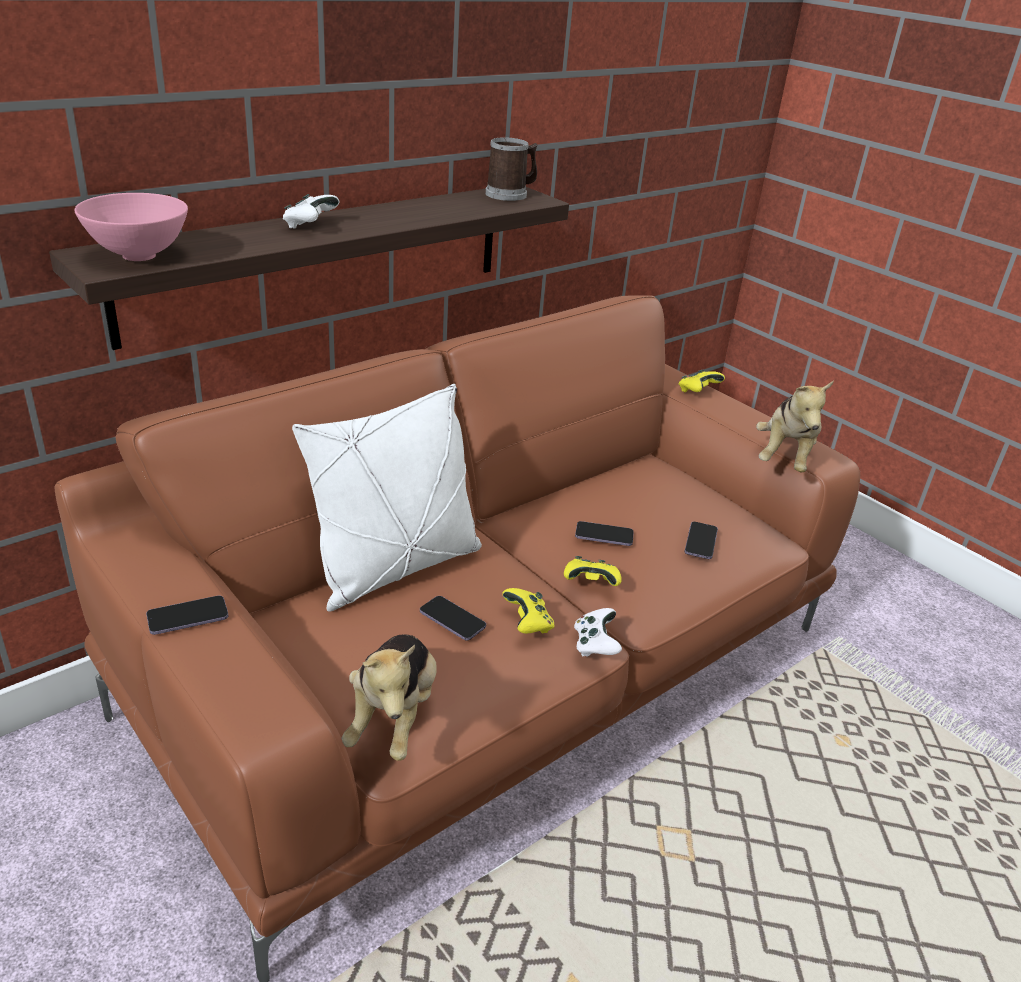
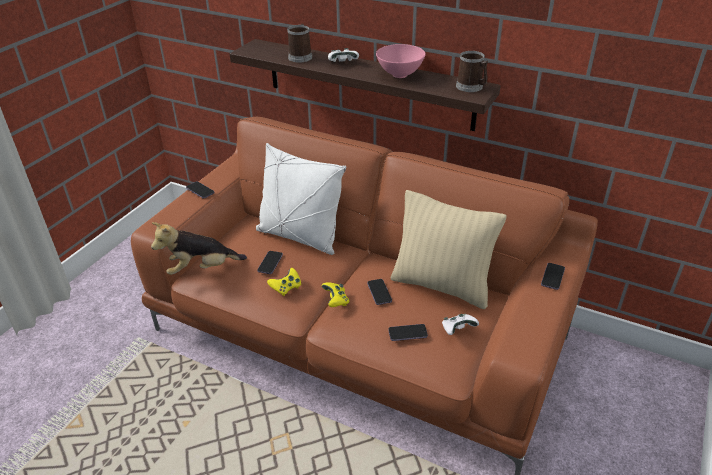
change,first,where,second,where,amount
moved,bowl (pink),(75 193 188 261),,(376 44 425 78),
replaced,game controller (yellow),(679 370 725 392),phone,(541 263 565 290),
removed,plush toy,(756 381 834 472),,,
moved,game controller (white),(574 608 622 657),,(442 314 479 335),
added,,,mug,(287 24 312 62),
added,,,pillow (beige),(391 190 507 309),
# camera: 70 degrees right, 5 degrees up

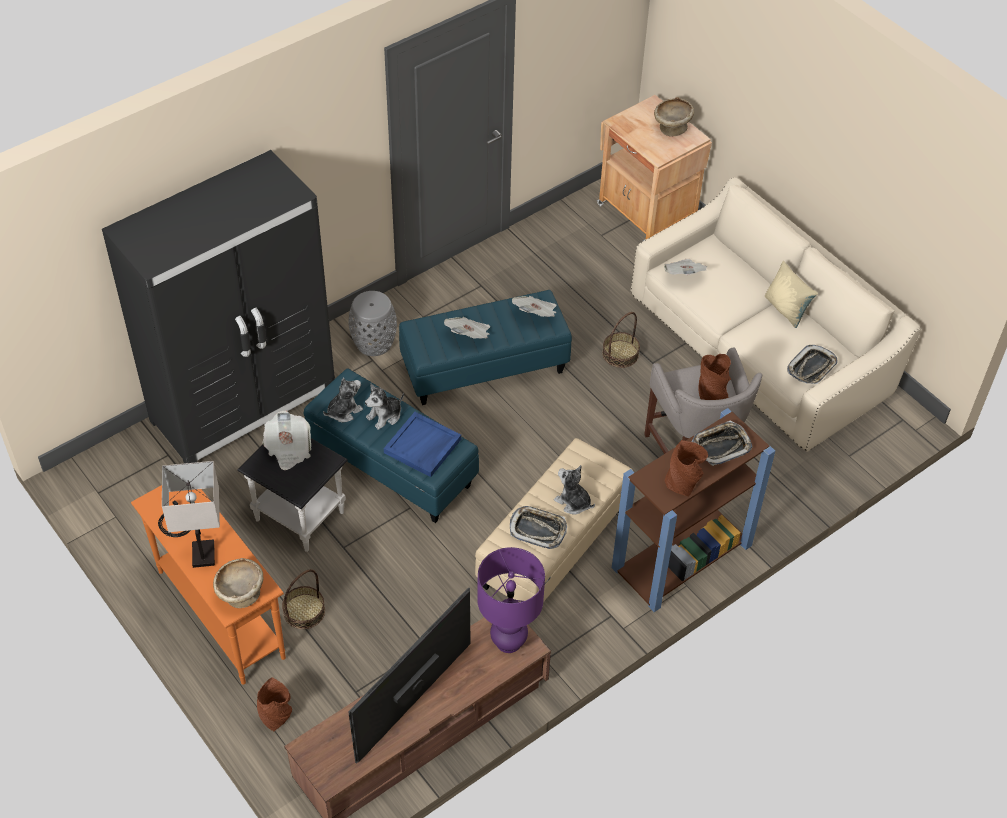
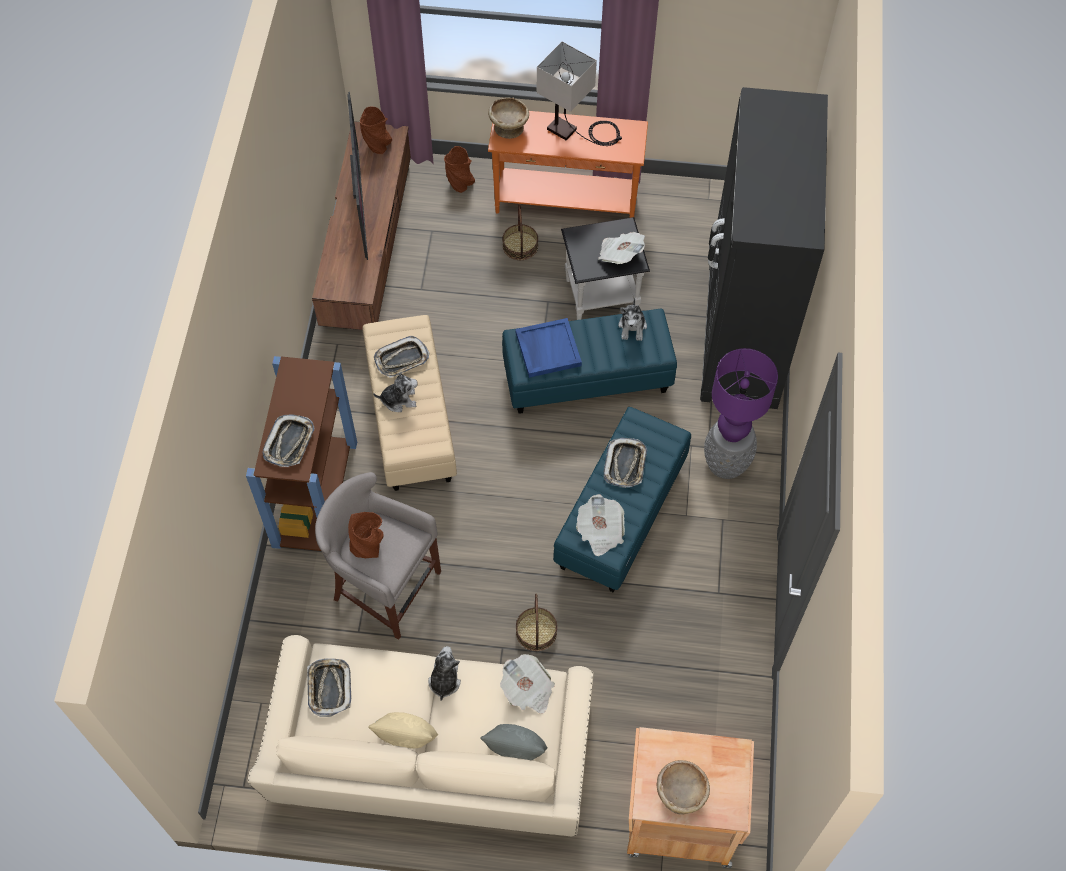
change,first,where,second,where,amount
replaced,newspaper,(444 317 490 339),tray,(604 438 647 488),
moved,plush toy,(365 384 404 430),,(428 646 461 701),
moved,vase (brown),(665 440 708 497),,(360 106 392 154),
moved,table lamp (purple),(477 547 545 653),,(712 348 778 442),
added,,,pillow (grey),(480 724 548 760),
# camera: 135 degrees right, 10 degrees up

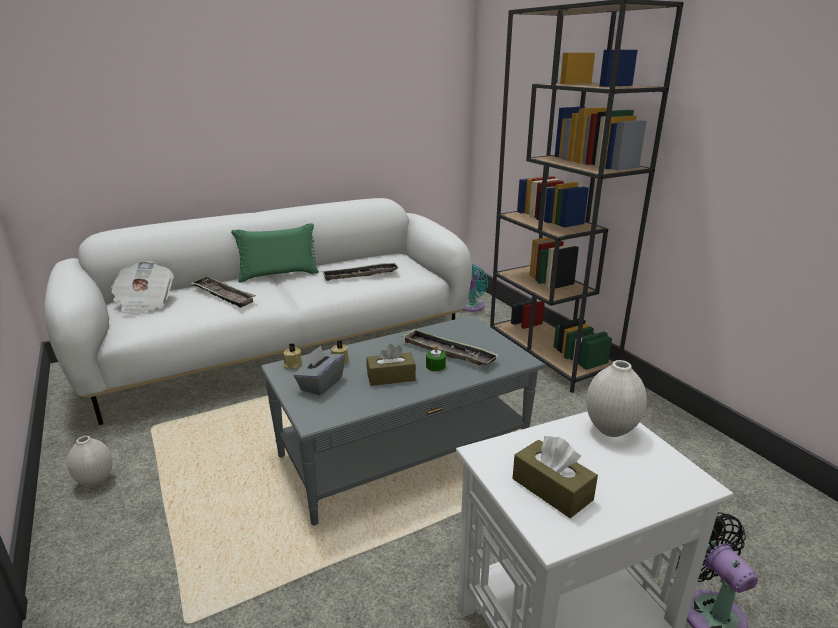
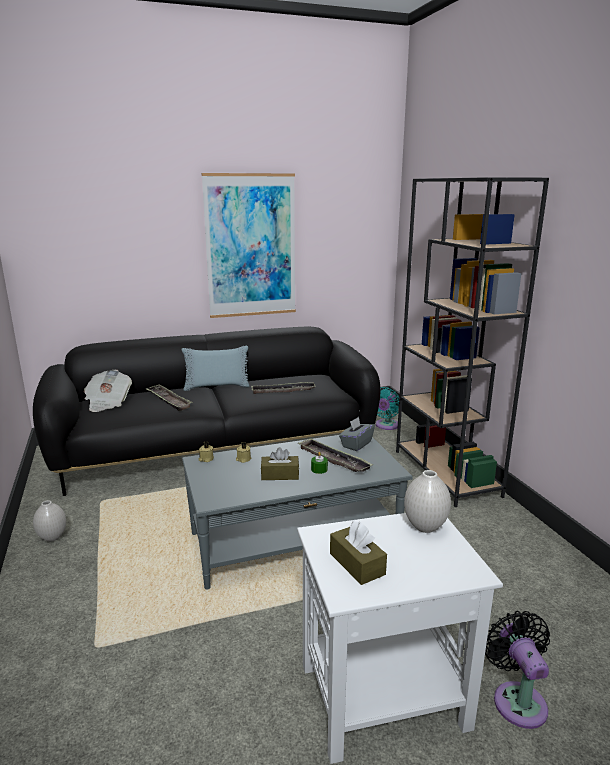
change,first,where,second,where,amount
recoloured,sofa (white),(44 198 472 425),sofa (black),(33 327 380 496),
recoloured,pillow (green),(231 223 319 283),pillow (blue),(181 346 250 391),
moved,tissue box (grey),(294 346 345 396),,(339 417 375 451),
added,,,picture,(202 173 296 318),
# camera: 10 degrees right, 5 degrees down

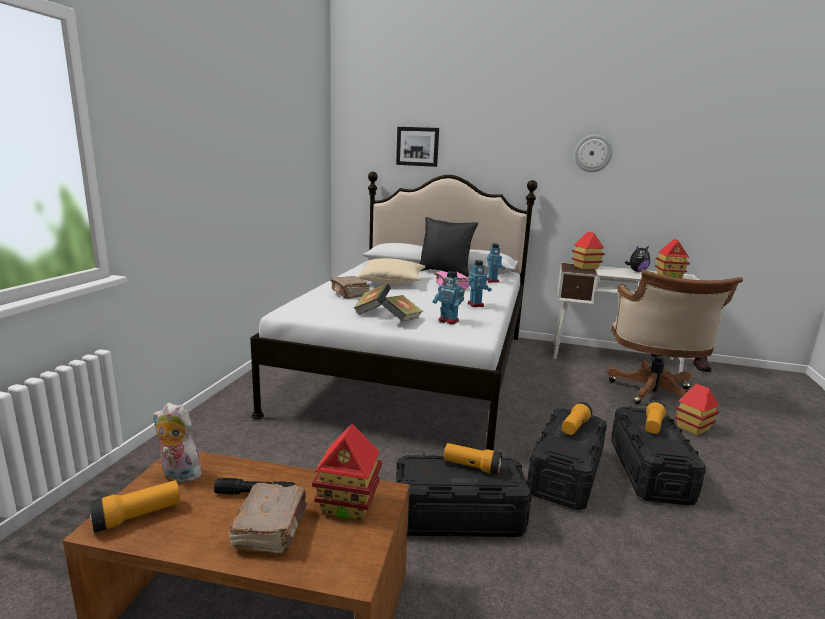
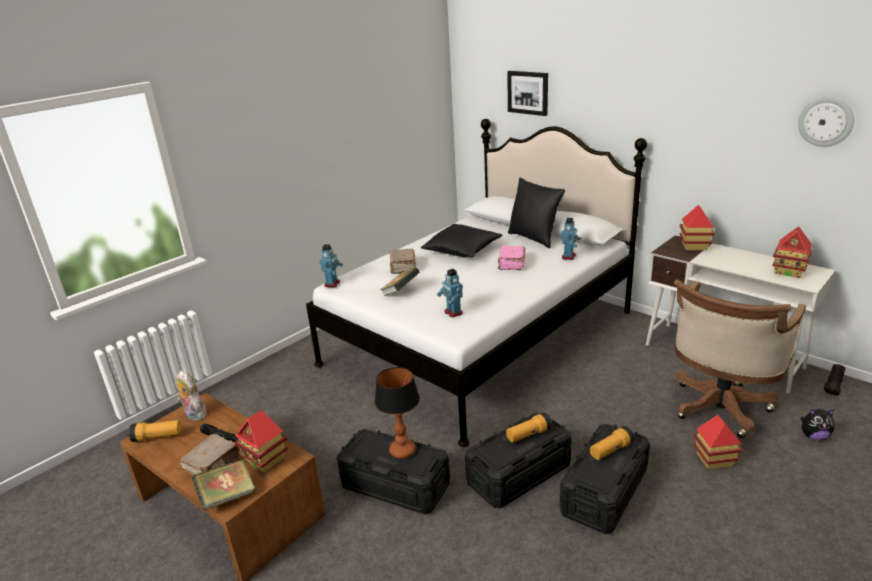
change,first,where,second,where,amount
moved,wall clock,(574 135 613 172),,(798 97 854 147),
moved,plush toy,(625 246 650 272),,(801 409 835 441),
recoloured,pillow (beige),(357 258 426 284),pillow (black),(421 224 503 258),
moved,toy robot,(468 260 492 307),,(319 244 343 287),
moved,book,(380 295 423 321),,(192 459 255 510),
replaced,flashlight,(444 443 502 475),table lamp,(375 367 420 459),
# camera: 30 degrees right, 10 degrees up

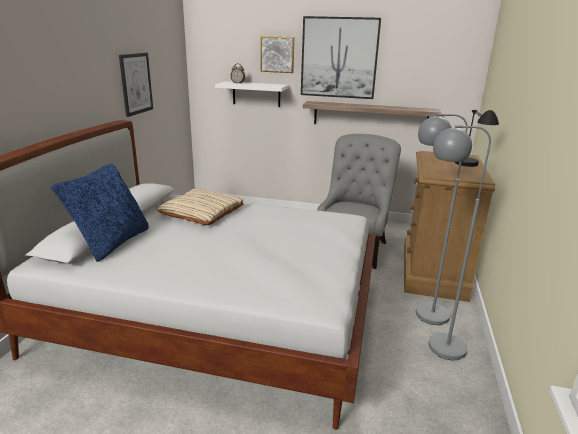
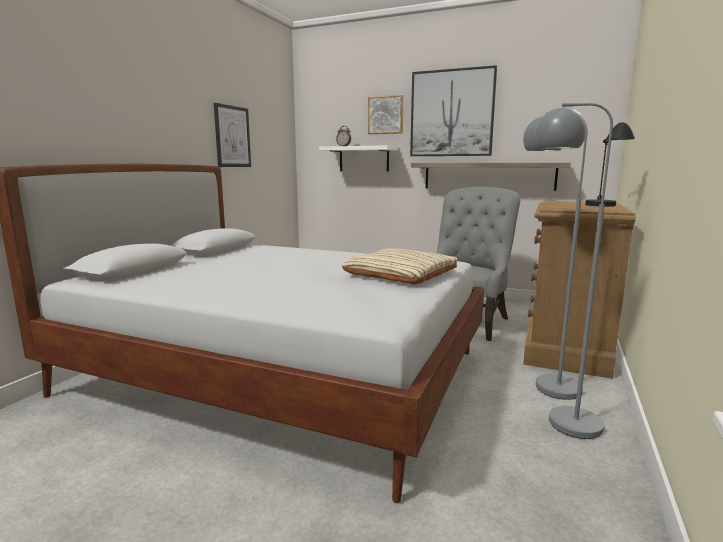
change,first,where,second,where,amount
removed,pillow (blue),(51 164 149 262),,,
moved,pillow (beige),(157 189 244 225),,(342 248 457 285),
# camera: 10 degrees right, 10 degrees down

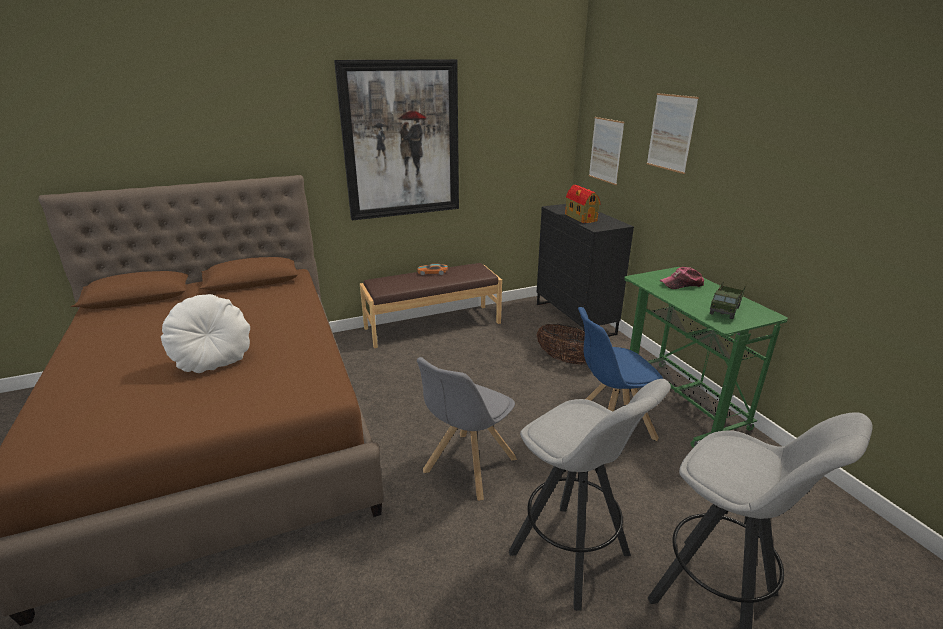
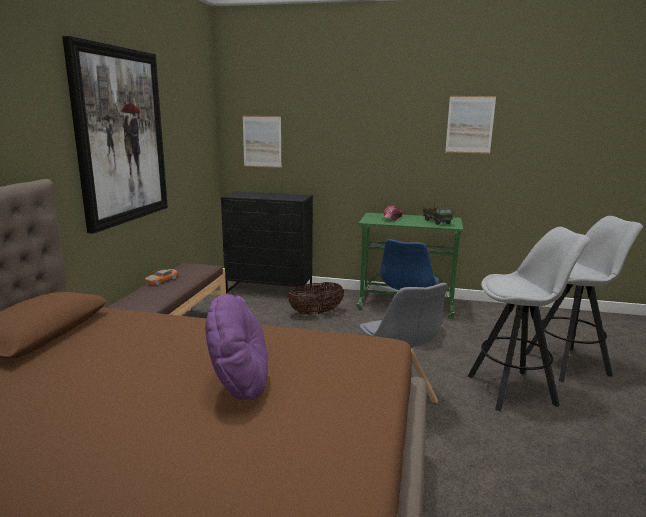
change,first,where,second,where,amount
moved,picture,(647 93 699 174),,(445 96 496 154),
removed,toy house,(565 185 601 223),,,
recoloured,pillow (white),(161 294 250 373),pillow (purple),(205 294 268 400),
# camera: 55 degrees left, 10 degrees down

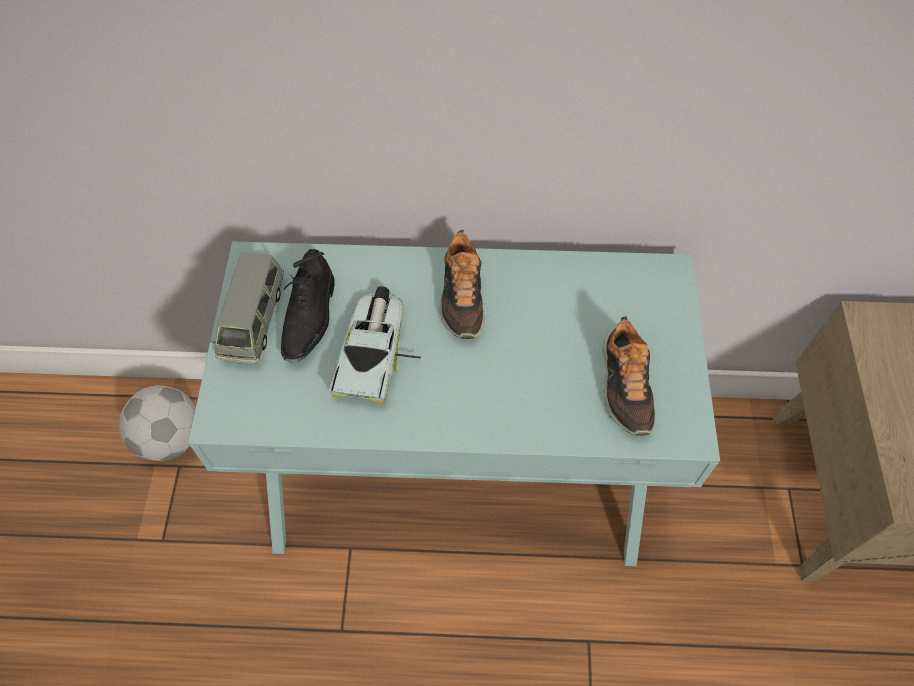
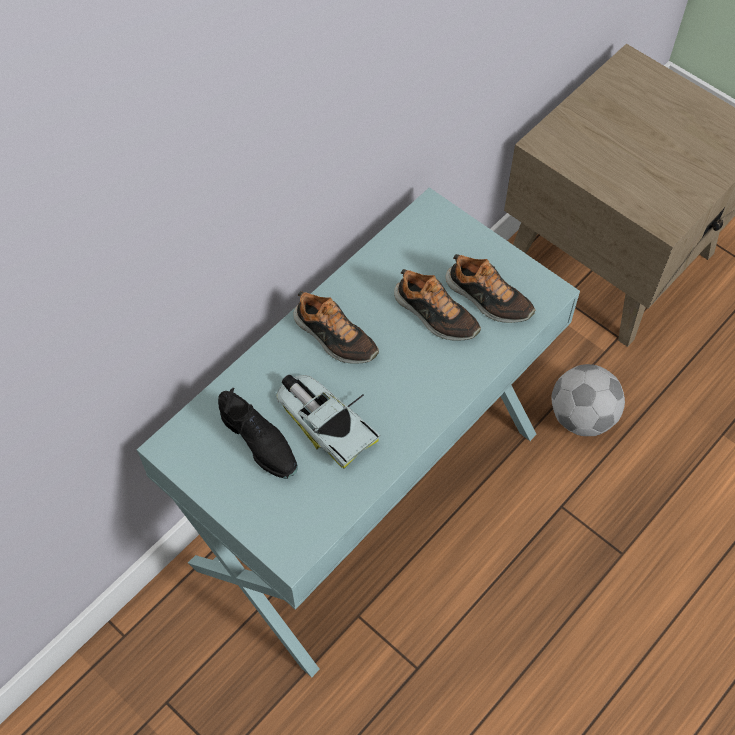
change,first,where,second,where,amount
removed,toy car (grey),(211 252 284 364),,,
moved,football,(119 385 196 461),,(551 364 625 436),
added,,,shoe,(394 269 481 340),
# camera: 50 degrees left, 0 degrees up

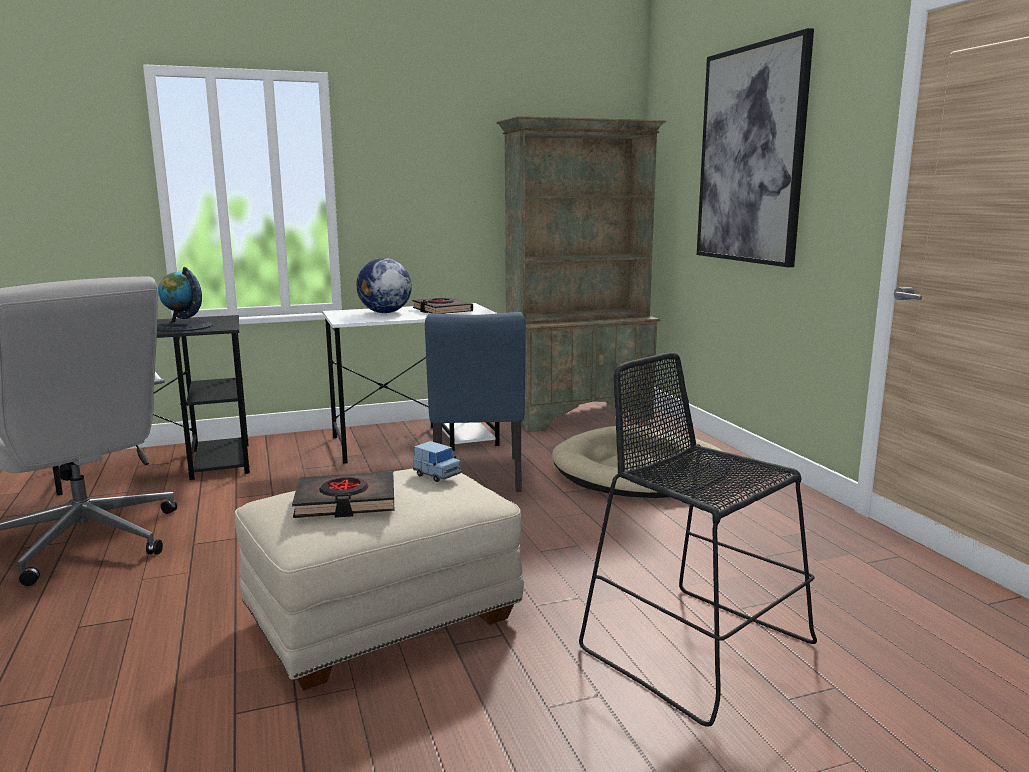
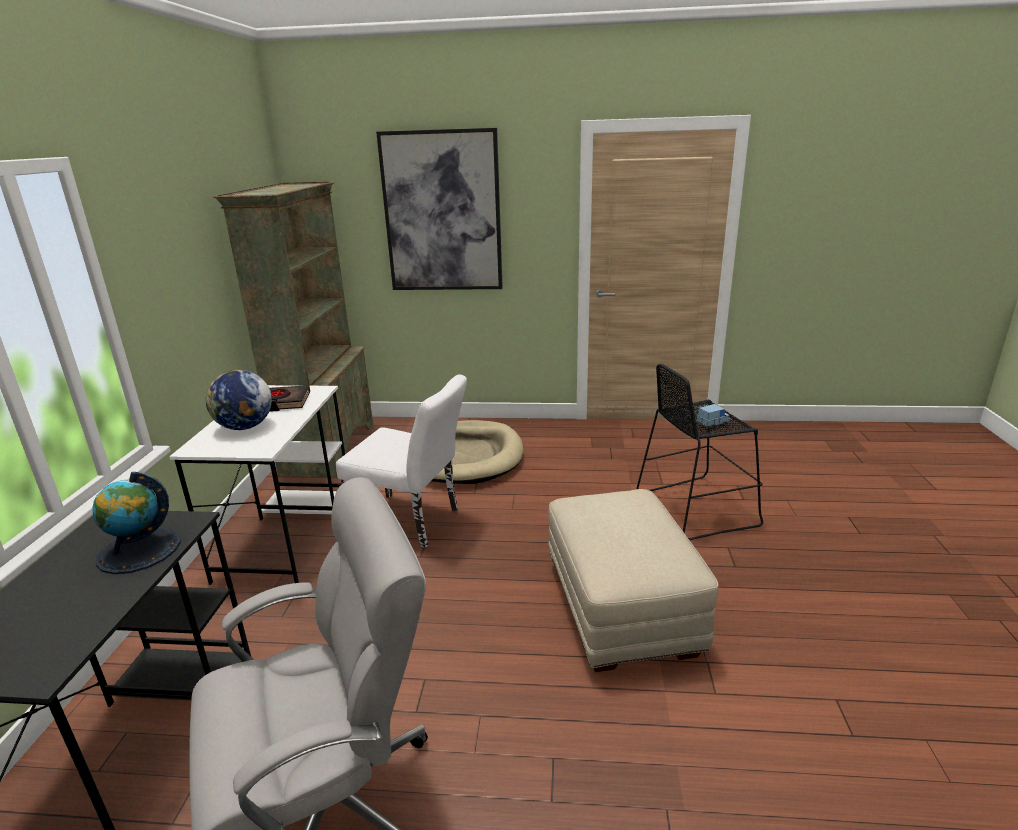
change,first,where,second,where,amount
recoloured,chair (blue),(425 312 526 492),chair (white),(336 374 467 548),
moved,toy car (blue),(413 441 462 482),,(696 404 729 429),
removed,book (black),(292 472 394 518),,,
# camera: 65 degrees left, 10 degrees up

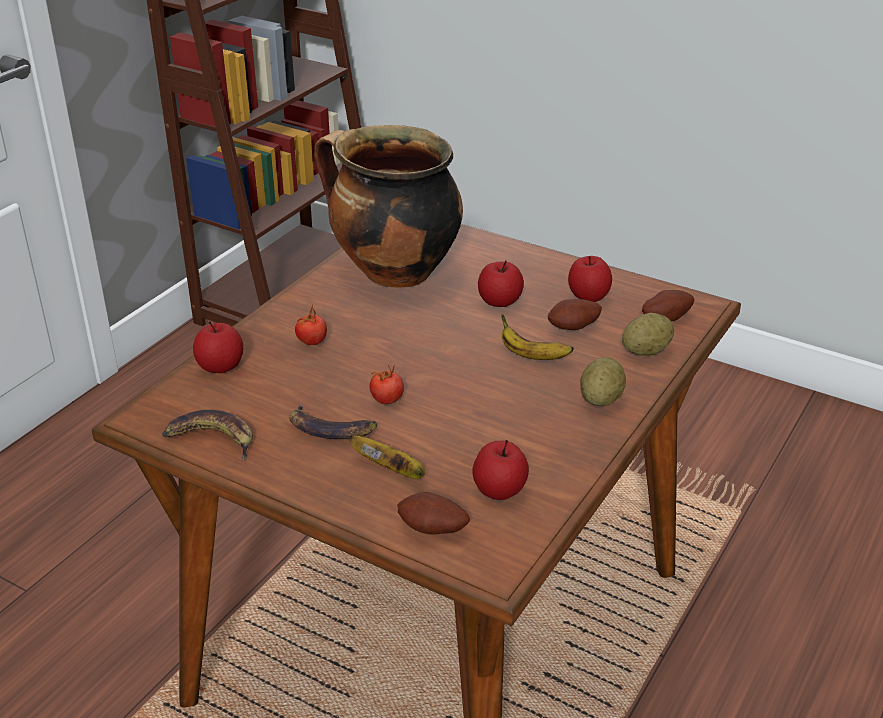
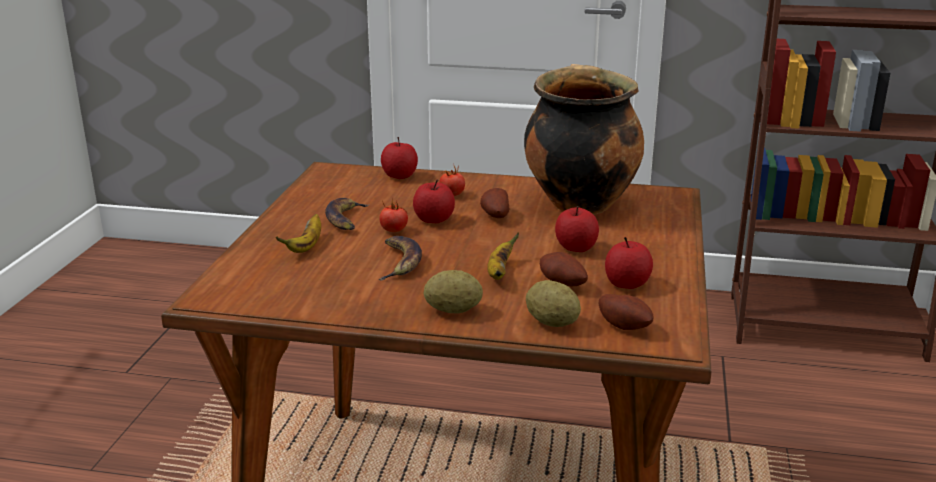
change,first,where,second,where,amount
moved,banana,(162 410 253 461),,(378 236 422 281),
moved,apple,(472 440 529 500),,(413 180 455 223),
moved,potato,(397 492 470 534),,(480 188 509 218),
# camera: 70 degrees right, 10 degrees down

